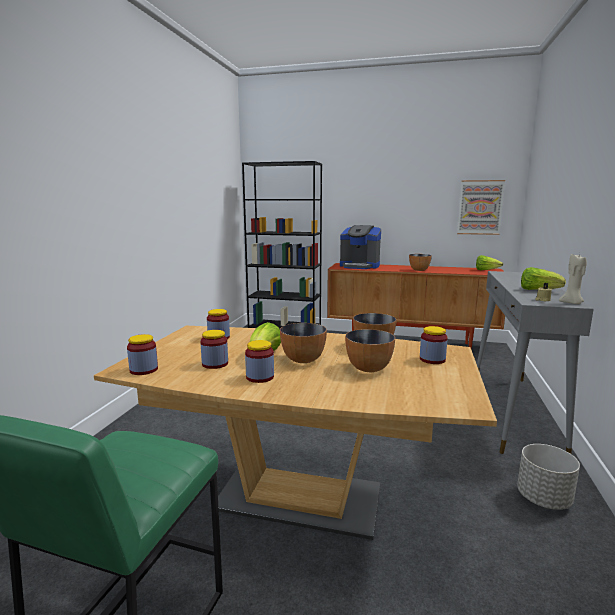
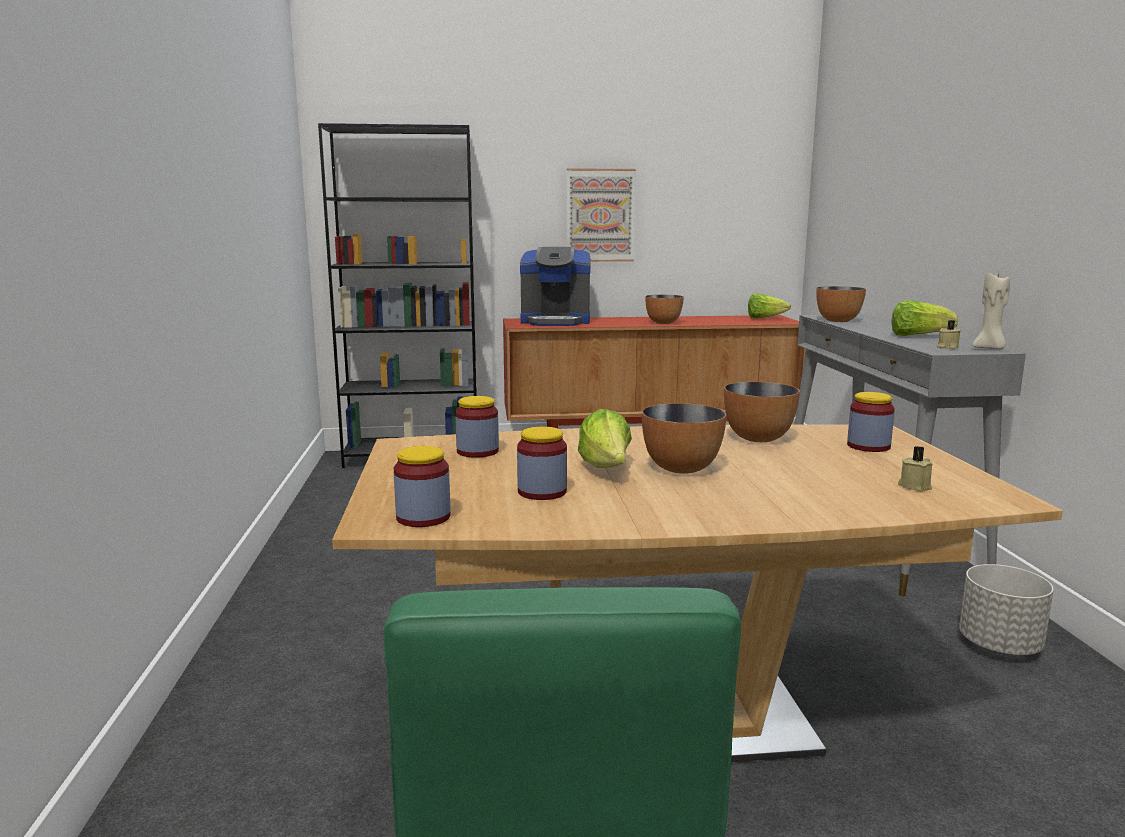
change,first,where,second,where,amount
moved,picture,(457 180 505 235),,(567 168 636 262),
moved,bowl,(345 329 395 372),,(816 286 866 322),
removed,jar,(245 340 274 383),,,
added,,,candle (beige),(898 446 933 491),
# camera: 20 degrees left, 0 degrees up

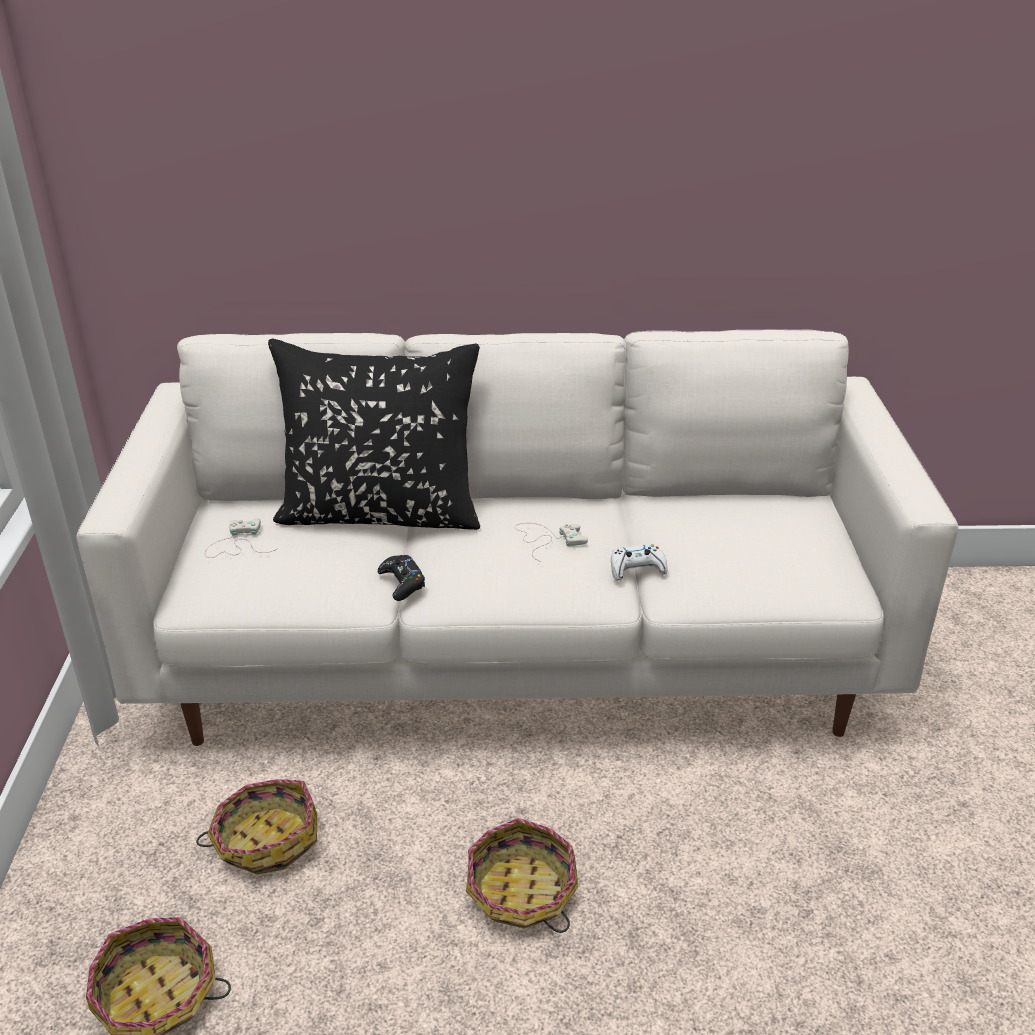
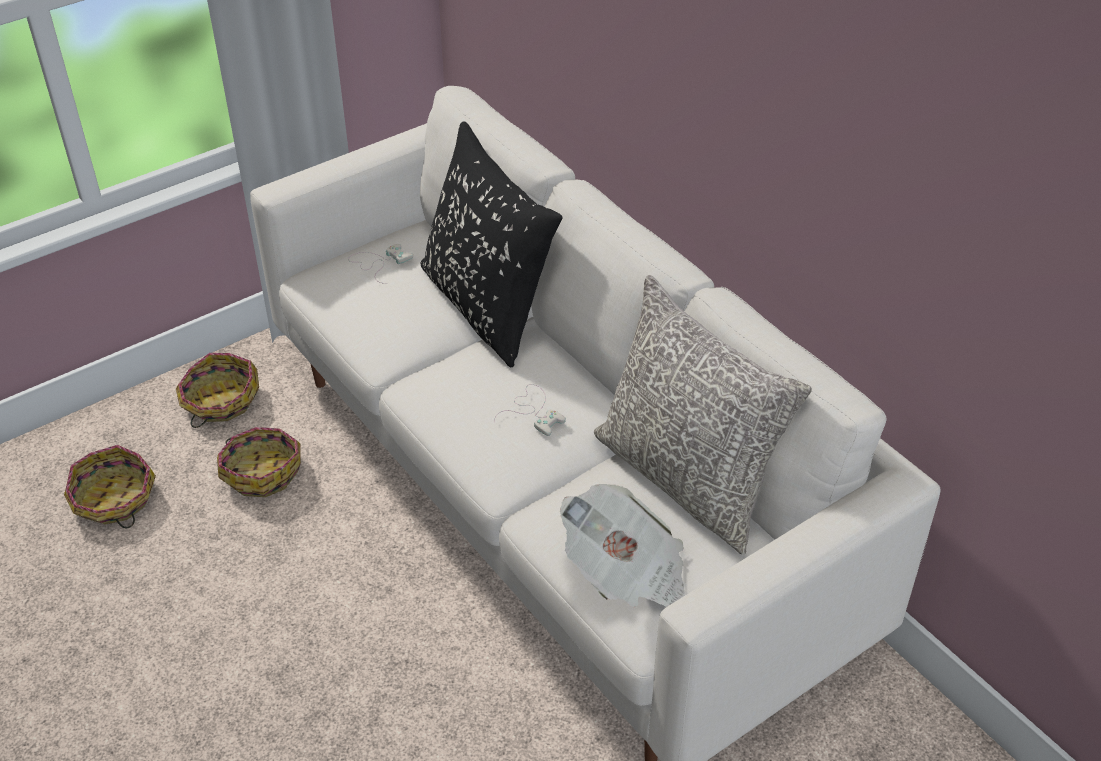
change,first,where,second,where,amount
removed,game controller (white),(611 544 668 581),,,
removed,game controller (black),(377 555 425 601),,,
moved,basket,(466 818 579 933),,(176 353 259 428),
added,,,pillow (grey),(594 275 812 555),
added,,,newspaper,(560 484 685 607),
# camera: 55 degrees right, 10 degrees up

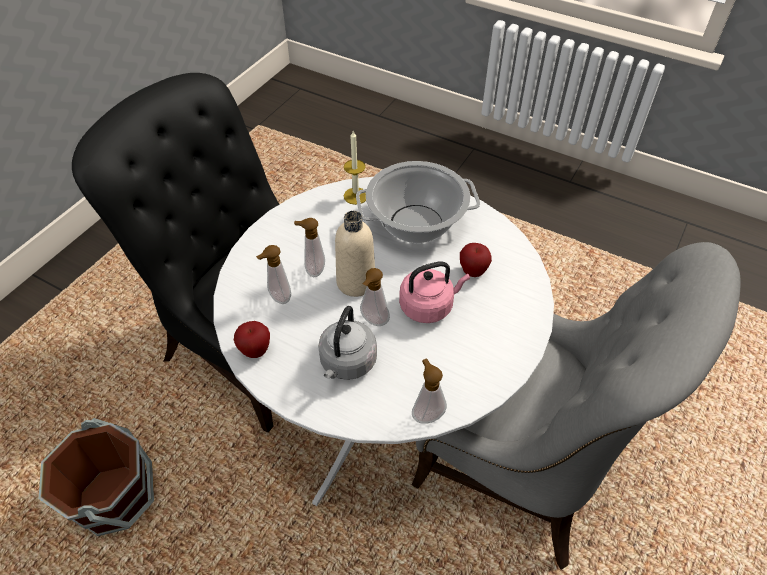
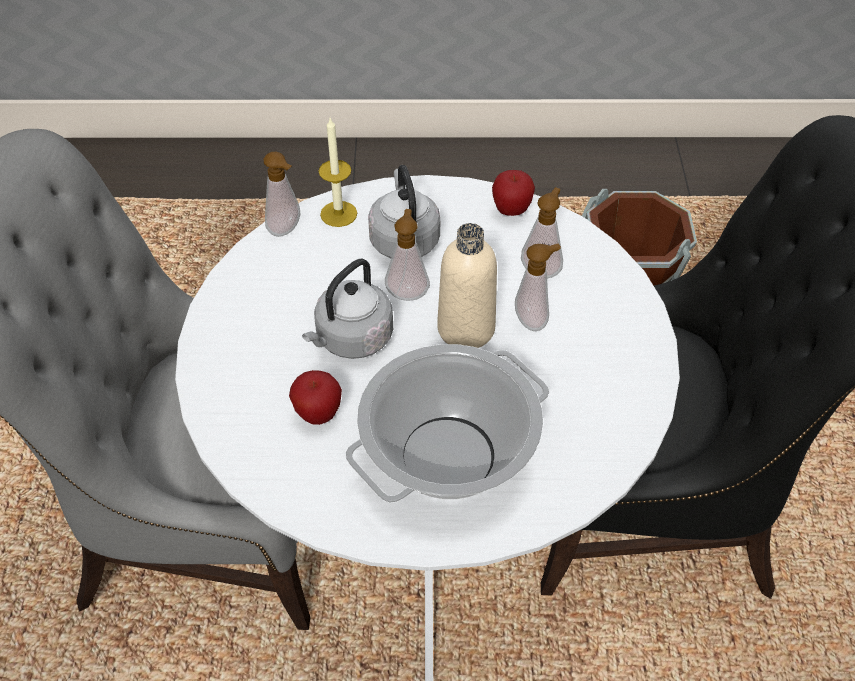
change,first,where,second,where,amount
moved,candle,(344 131 366 205),,(318 118 357 227),
recoloured,kettle (pink),(399 261 470 323),kettle (grey),(302 258 393 359),
# camera: 150 degrees right, 0 degrees up

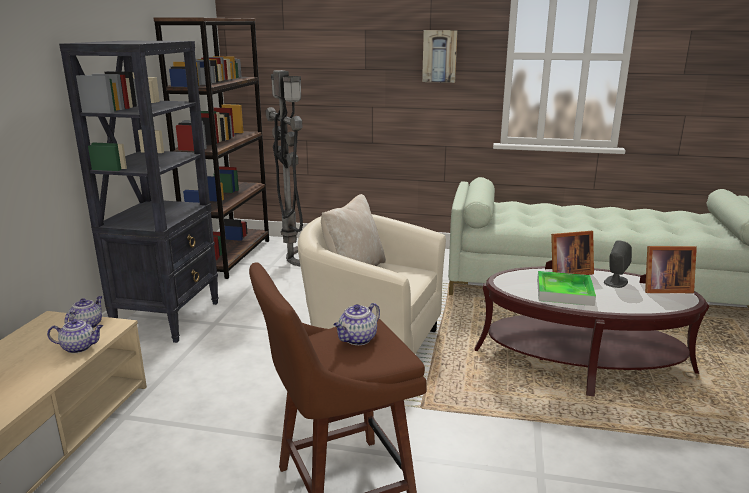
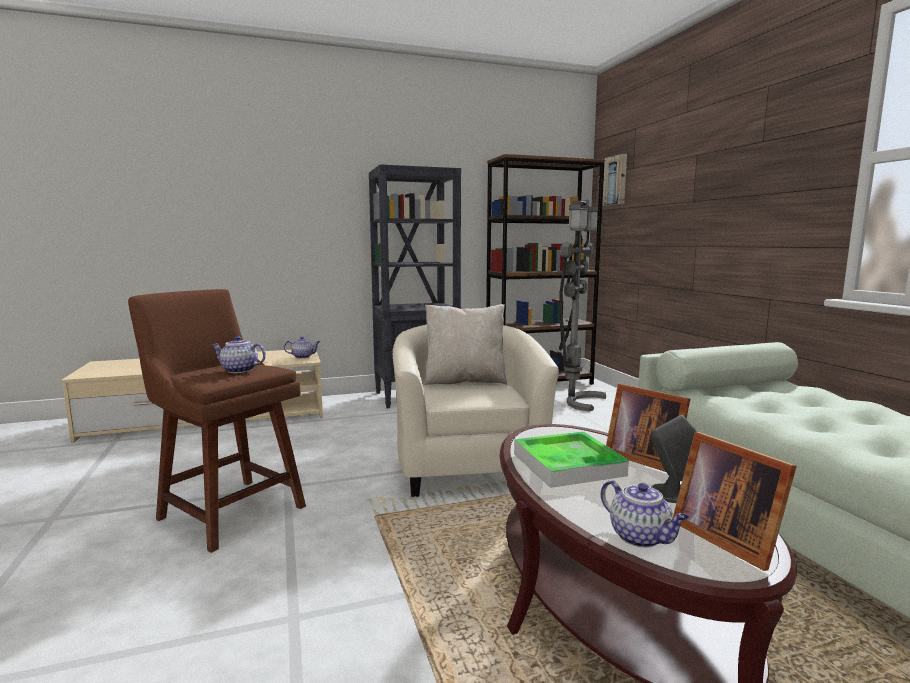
change,first,where,second,where,amount
moved,picture,(422 30 458 83),,(602 154 627 206),
moved,teapot,(47 319 103 353),,(601 480 689 548),
# camera: 60 degrees right, 10 degrees down

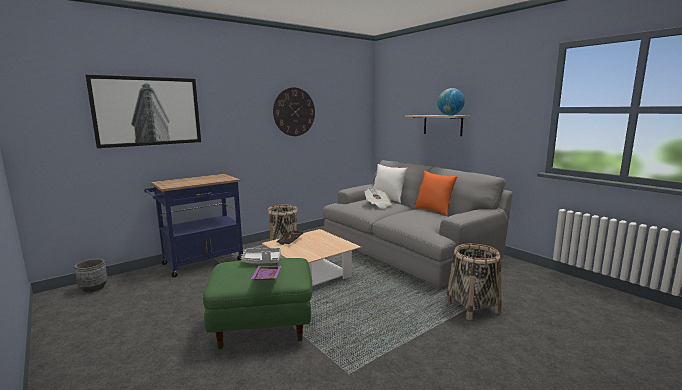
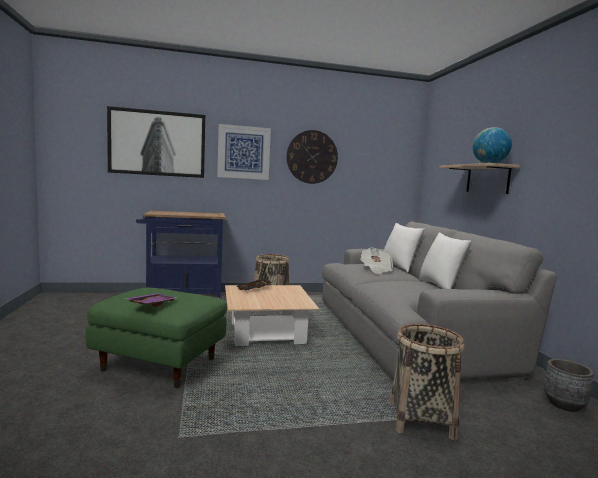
change,first,where,second,where,amount
recoloured,pillow (orange),(415 171 458 216),pillow (white),(419 233 472 289),
removed,tray (grey),(241 248 281 264),,,
moved,planter (grey),(74 258 108 292),,(544 359 594 412),
added,,,picture,(217 124 271 180),
# camera: 25 degrees right, 5 degrees down

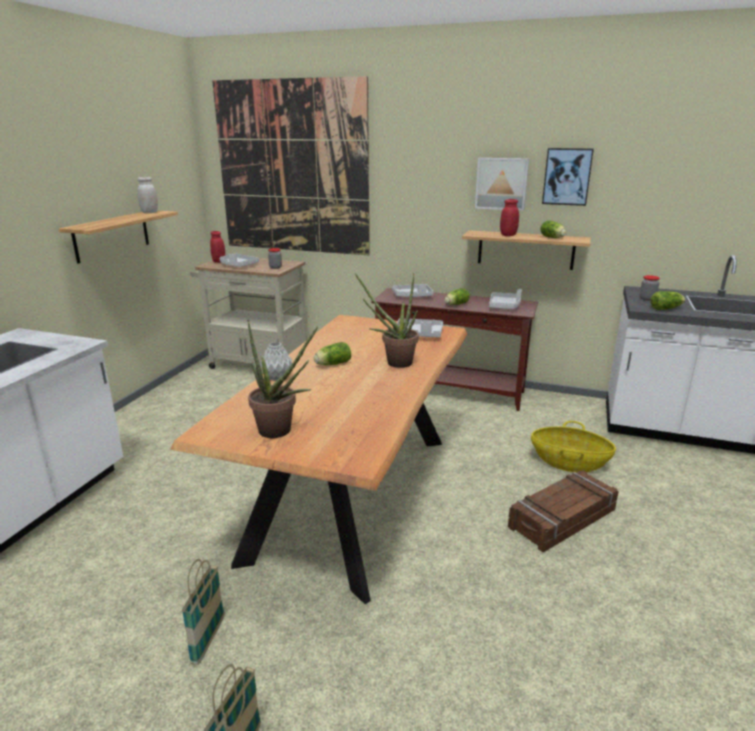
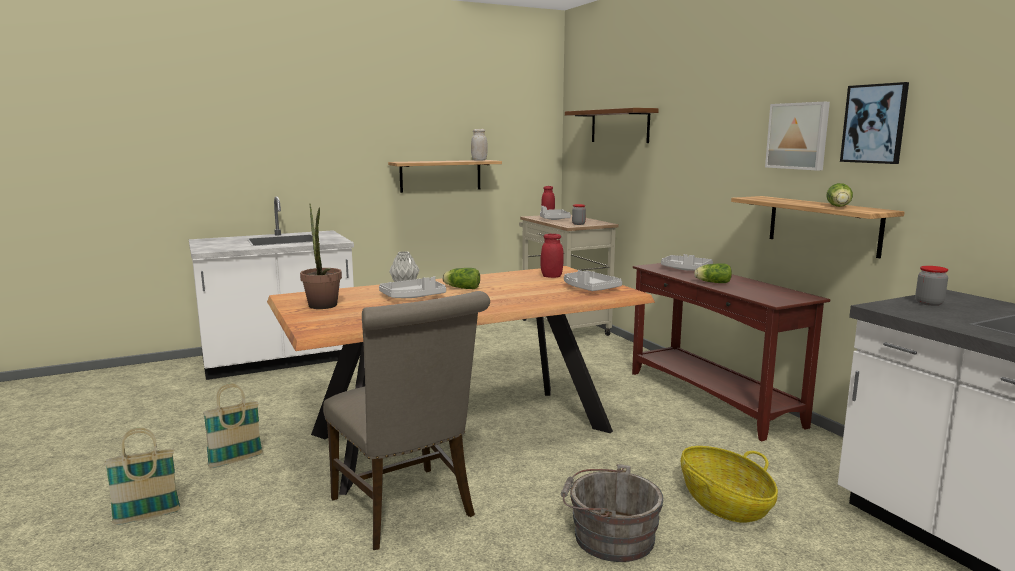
change,first,where,second,where,amount
replaced,picture,(212 76 370 255),shelf (brown),(565 108 659 143),
moved,jar (red),(500 199 519 236),,(541 234 564 278),
removed,potted plant,(355 273 419 368),,,
moved,tray (grey),(489 289 522 309),,(379 276 446 298),
removed,lettuce,(651 291 685 310),,,
replaced,crate,(508 470 619 552),bucket (grey),(560 464 663 562),
added,,,chair (beige),(323 291 490 550),
# camera: 45 degrees right, 10 degrees down

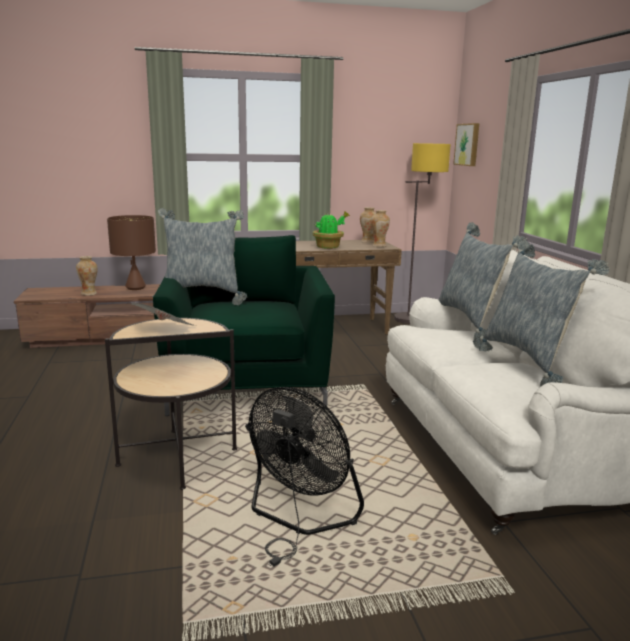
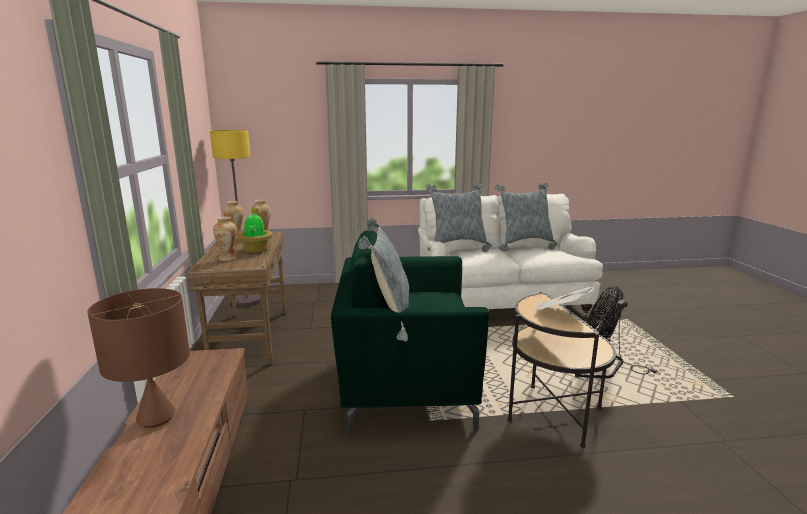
change,first,where,second,where,amount
removed,picture,(453 123 479 166),,,
moved,vase,(76 256 98 296),,(213 217 237 261),
# camera: 85 degrees left, 0 degrees up

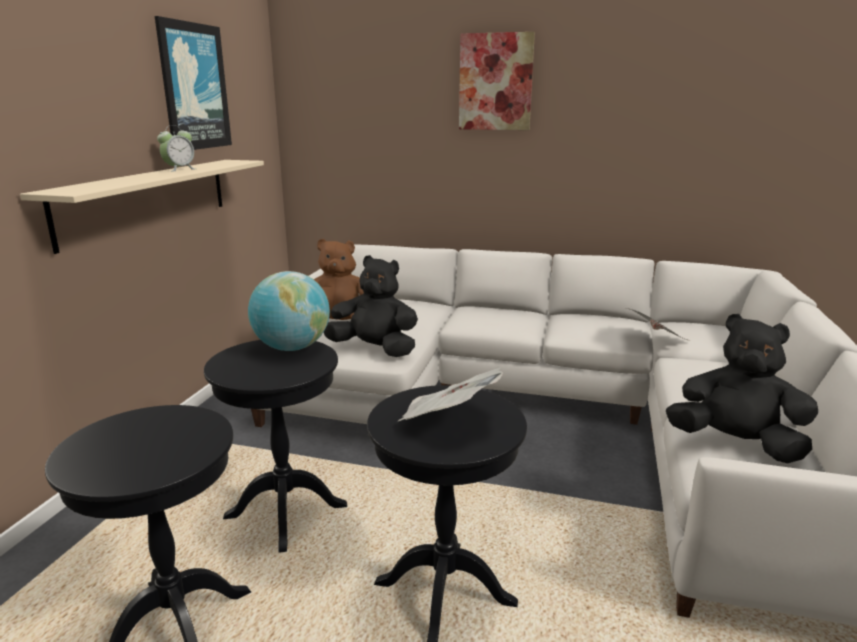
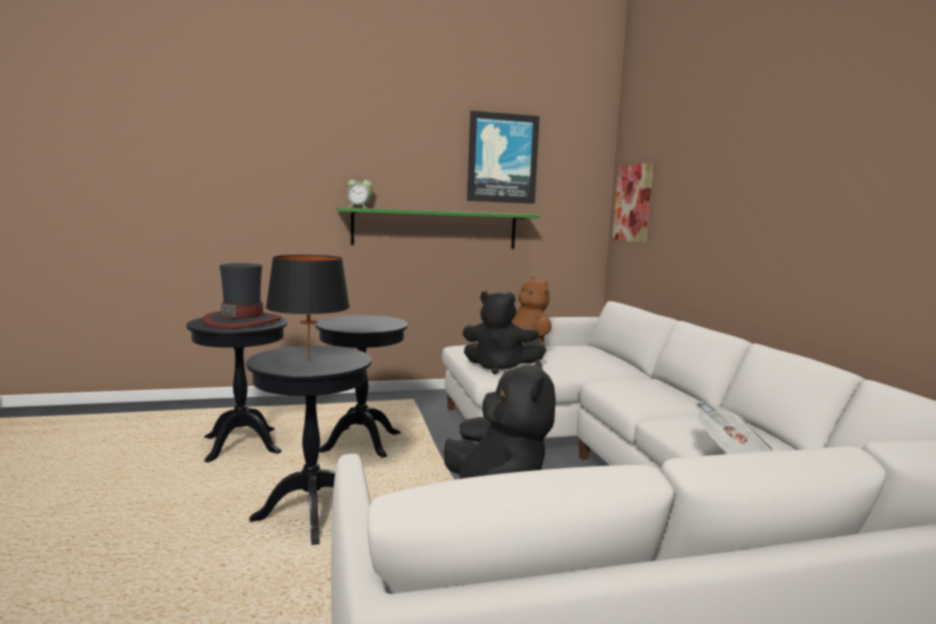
change,first,where,second,where,amount
moved,picture,(459 32 535 130),,(612 163 654 243),
moved,alarm clock,(157 125 195 172),,(347 180 372 208),
recoloured,shelf (beige),(20 160 264 254),shelf (green),(337 207 540 248),
turned,plush toy (black),(324 255 418 357),,(462 291 546 374),120 degrees clockwise
removed,globe,(248 271 330 351),,,
replaced,newspaper,(397 367 503 422),table lamp (black),(266 255 350 359),
added,,,hat,(202 263 282 329),
# camera: 60 degrees right, 10 degrees down

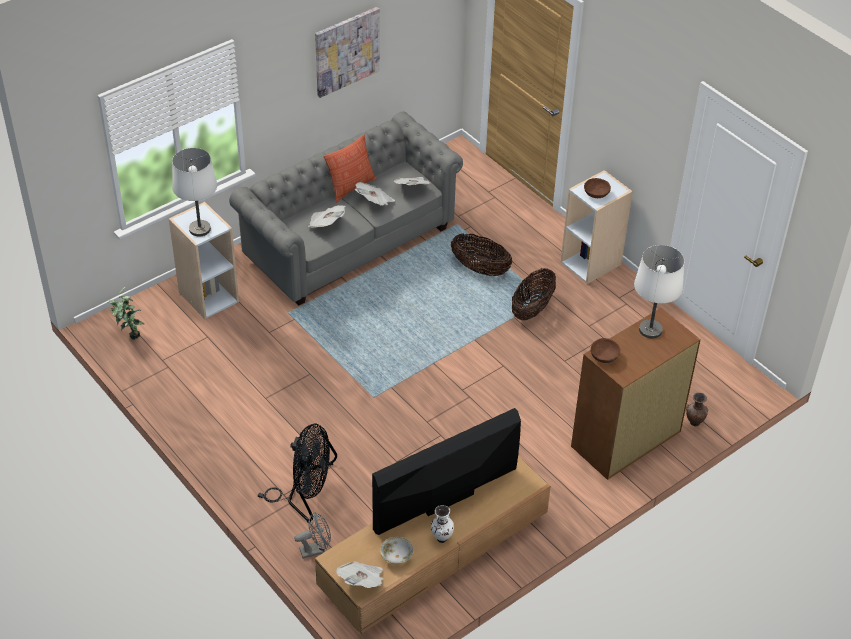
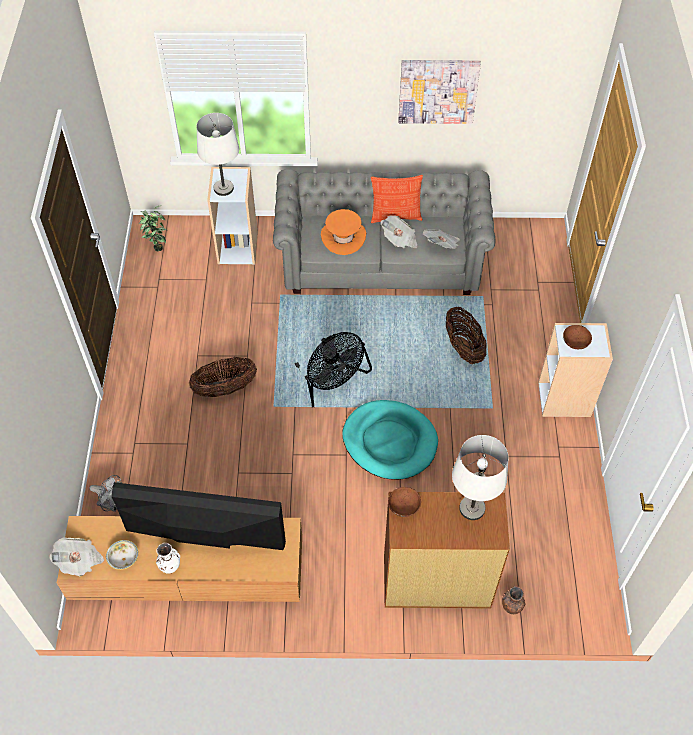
change,first,where,second,where,amount
replaced,newspaper,(308 205 345 227),hat (orange),(321 209 366 255),
moved,basket,(512 268 556 320),,(189 357 257 397),
moved,fan (black),(257 423 337 522),,(295 332 372 407),
added,,,dog bed (turquoise),(342 400 438 480),
# camera: 40 degrees right, 10 degrees up

